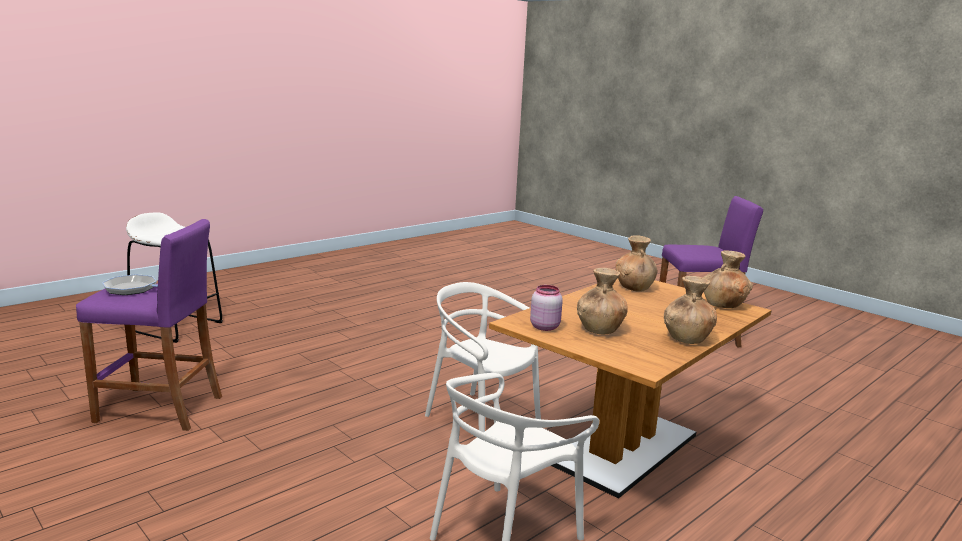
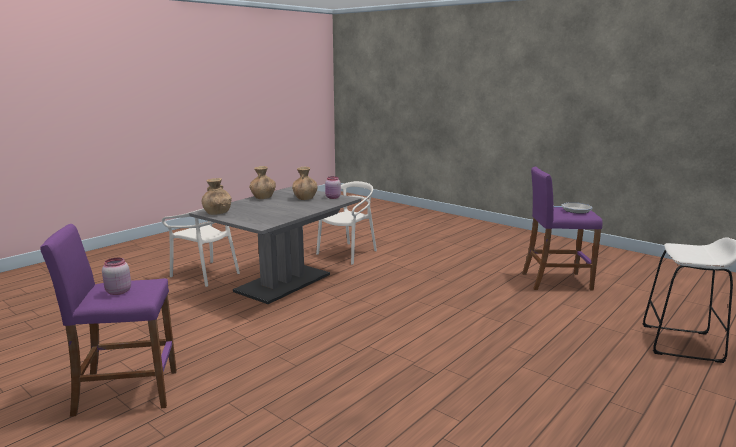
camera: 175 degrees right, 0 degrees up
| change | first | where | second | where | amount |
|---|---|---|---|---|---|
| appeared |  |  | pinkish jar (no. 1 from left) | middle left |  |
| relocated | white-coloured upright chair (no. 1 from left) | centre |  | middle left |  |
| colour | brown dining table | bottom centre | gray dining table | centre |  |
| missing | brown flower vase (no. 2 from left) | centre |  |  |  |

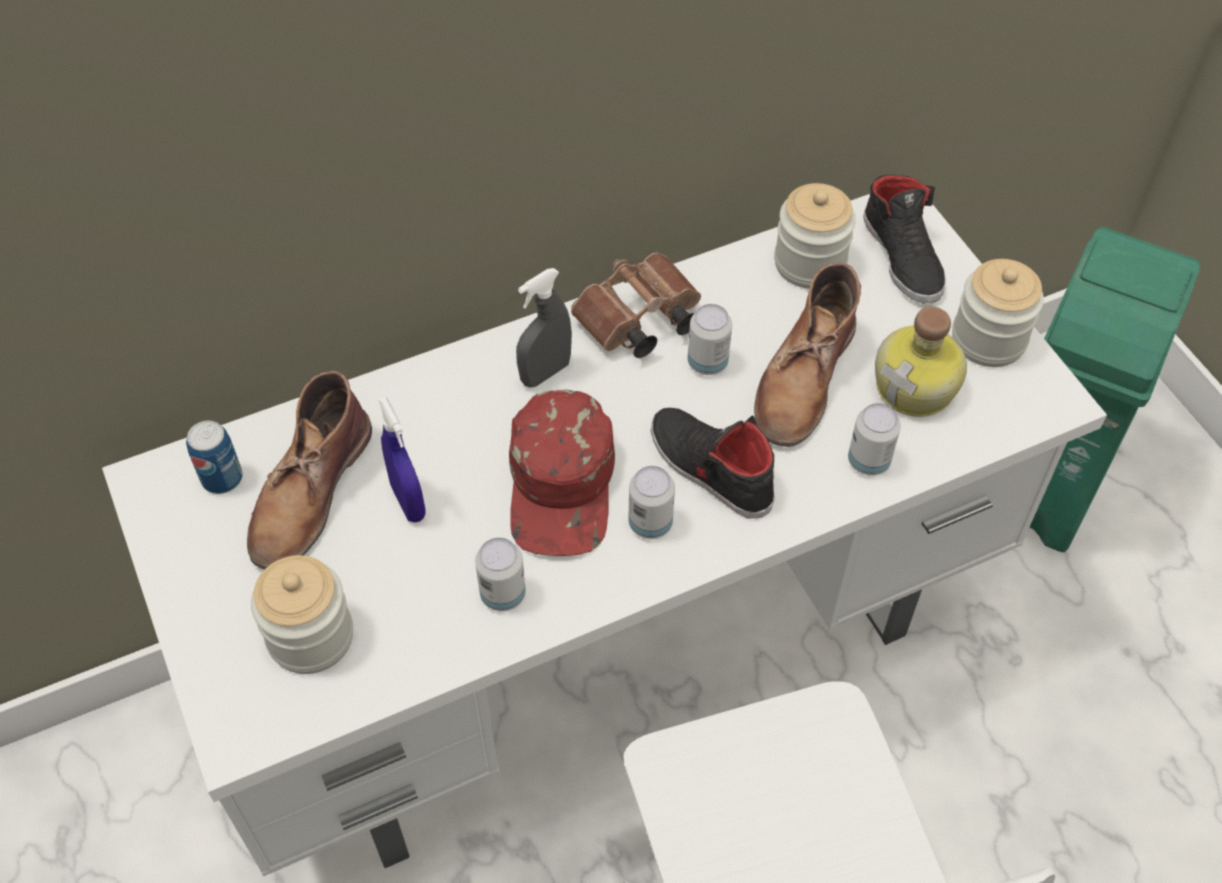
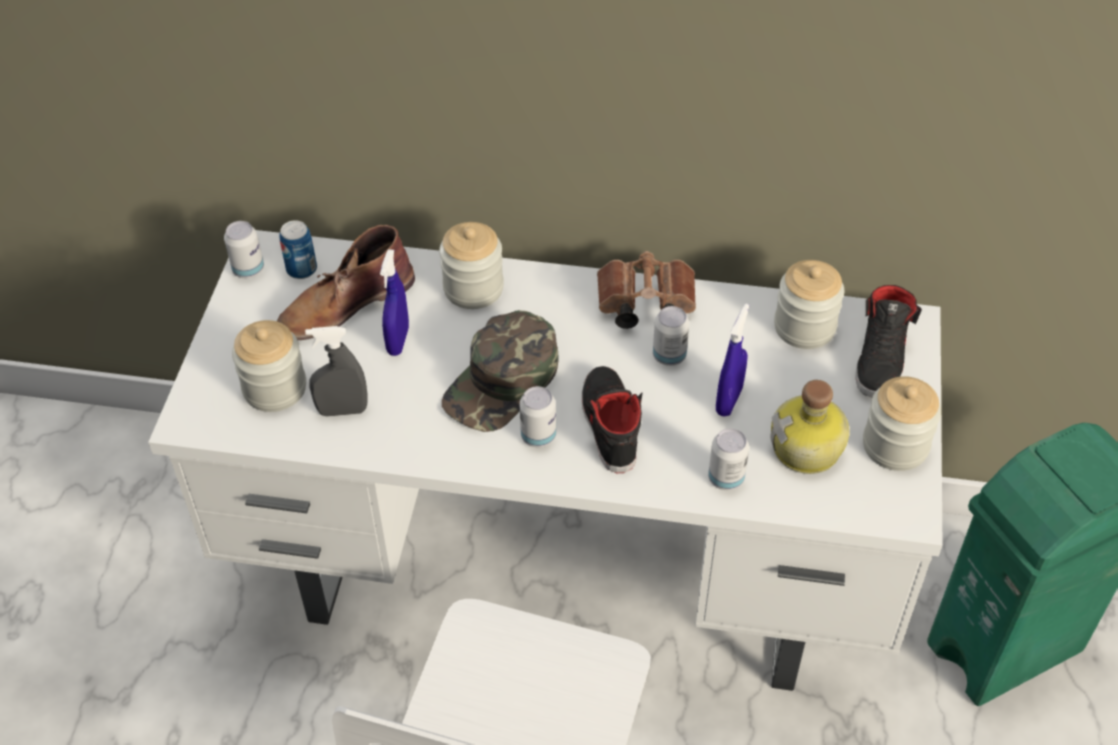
camera: 35 degrees right, 5 degrees down
| change | first | where | second | where | amount |
|---|---|---|---|---|---|
| relocated | metal can (no. 2 from left in the first image) | centre | metal can (no. 1 from left) | middle left |  |
| relocated | gray hand sprayer | centre |  | middle left |  |
| appeared |  |  | jar (no. 2 from left) | centre |  |
| colour | red peaked cap | centre | greenish peaked cap | centre |  |
| exchanged | brown high-top boot (no. 2 from left) | centre | bluish hand sprayer (no. 2 from left) | centre |  |

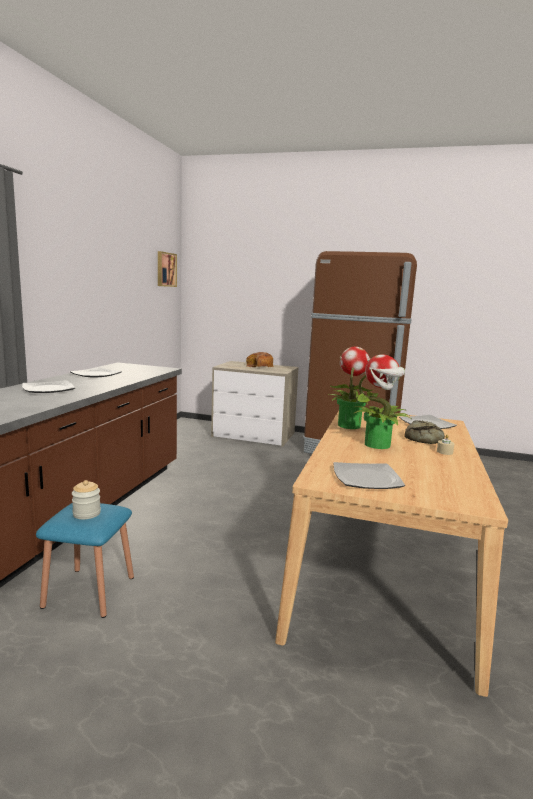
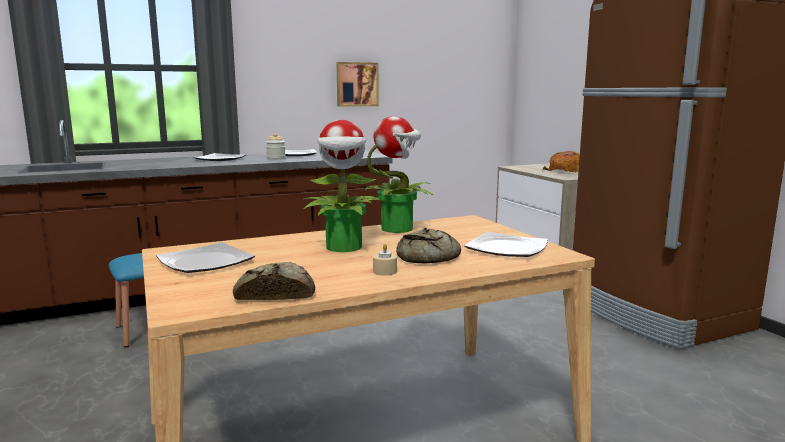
camera: 50 degrees right, 0 degrees up
| change | first | where | second | where | amount |
|---|---|---|---|---|---|
| appeared |  |  | bread (no. 1 from left) | centre |  |
| relocated | jar | middle left |  | top centre |  |
| relocated | wall picture | middle left |  | top centre |  |

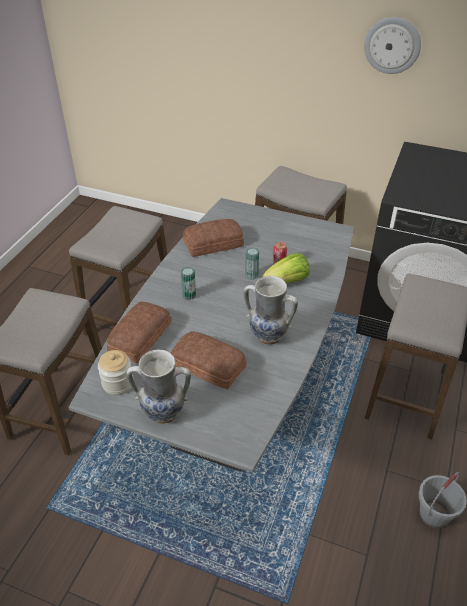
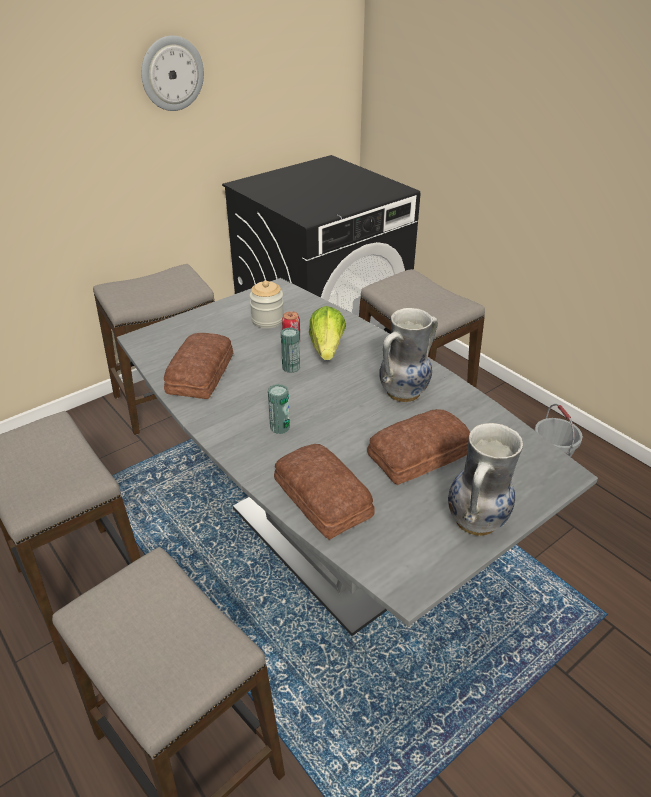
camera: 60 degrees left, 5 degrees down
| change | first | where | second | where | amount |
|---|---|---|---|---|---|
| relocated | jar | middle left |  | centre |  |

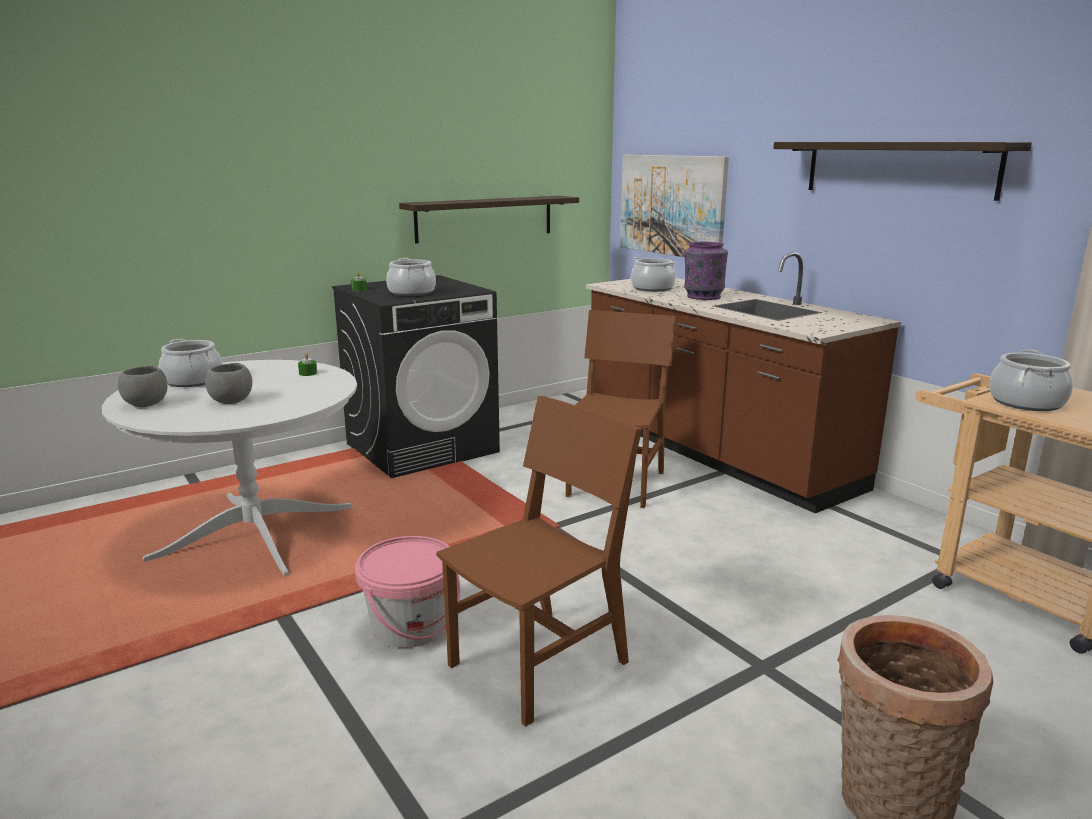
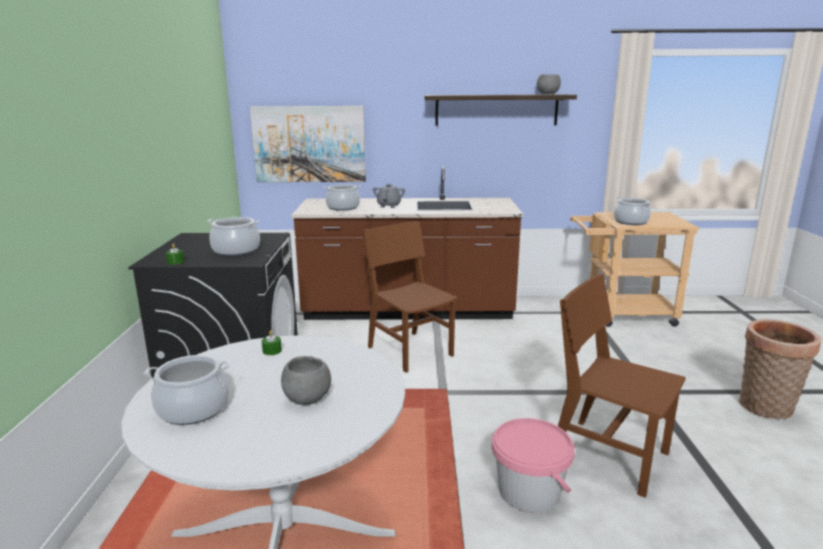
camera: 55 degrees left, 0 degrees up
| change | first | where | second | where | amount |
|---|---|---|---|---|---|
| exchanged | purplish flower vase | top centre | gray tea pot | centre |  |
| relocated | gray bowl (no. 1 from left in the first image) | middle left | gray bowl (no. 2 from left) | top right |  |
| spun | brown upright chair (no. 1 from left in the first image) | bottom centre | brown upright chair (no. 2 from left) | bottom right | 45 degrees counterclockwise |
| missing | bracket shelf (no. 1 from left) | top centre |  |  |  |

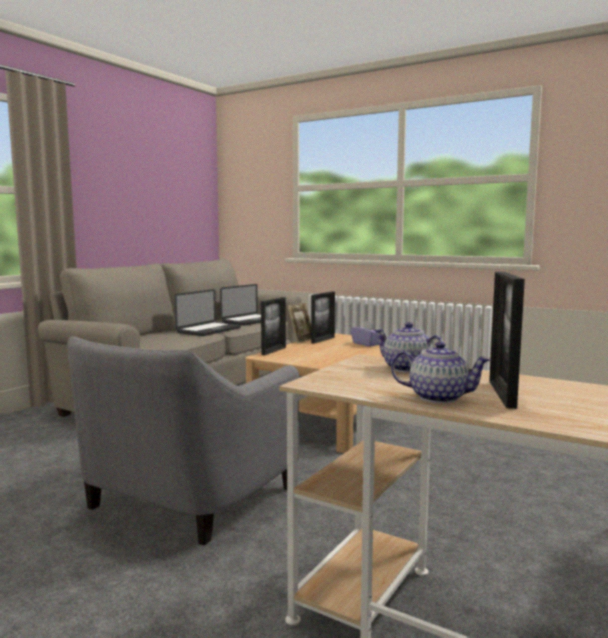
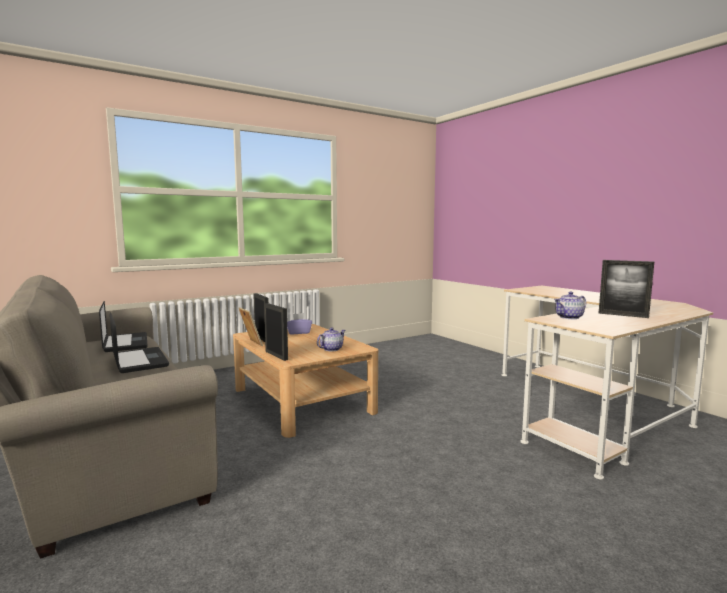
camera: 65 degrees left, 0 degrees up
| change | first | where | second | where | amount |
|---|---|---|---|---|---|
| relocated | tea pot (no. 2 from left in the first image) | middle right | tea pot (no. 1 from left) | centre |  |
| missing | gray lounge chair | bottom left |  |  |  |

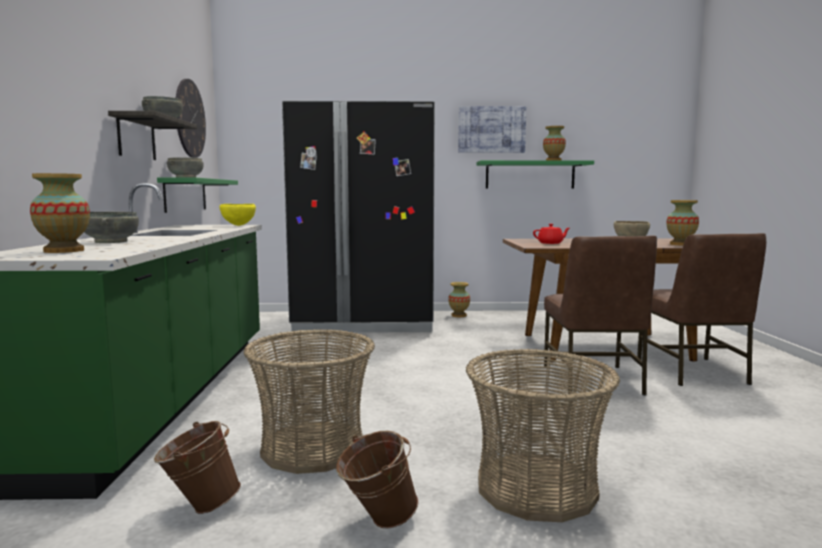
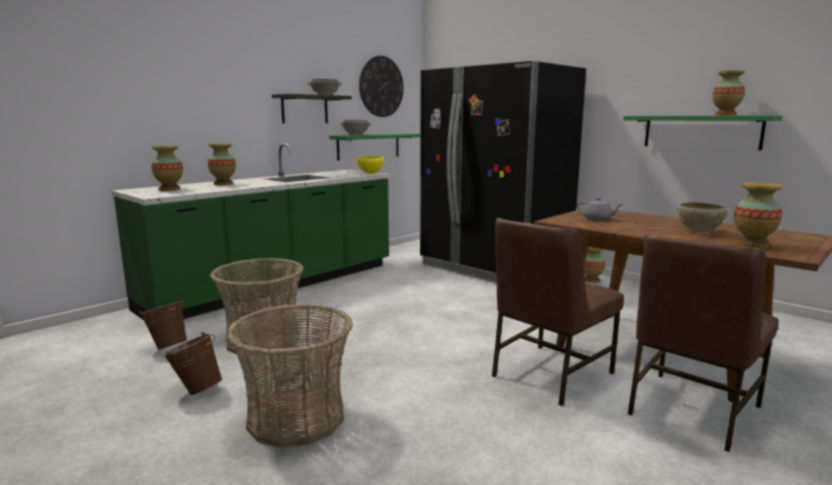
camera: 45 degrees right, 5 degrees up
| change | first | where | second | where | amount |
|---|---|---|---|---|---|
| exchanged | gray bowl (no. 1 from left) | middle left | flower vase (no. 2 from left) | middle left |  |
| colour | red tea pot | middle right | gray tea pot | middle right |  |
| missing | wall picture | top centre |  |  |  |

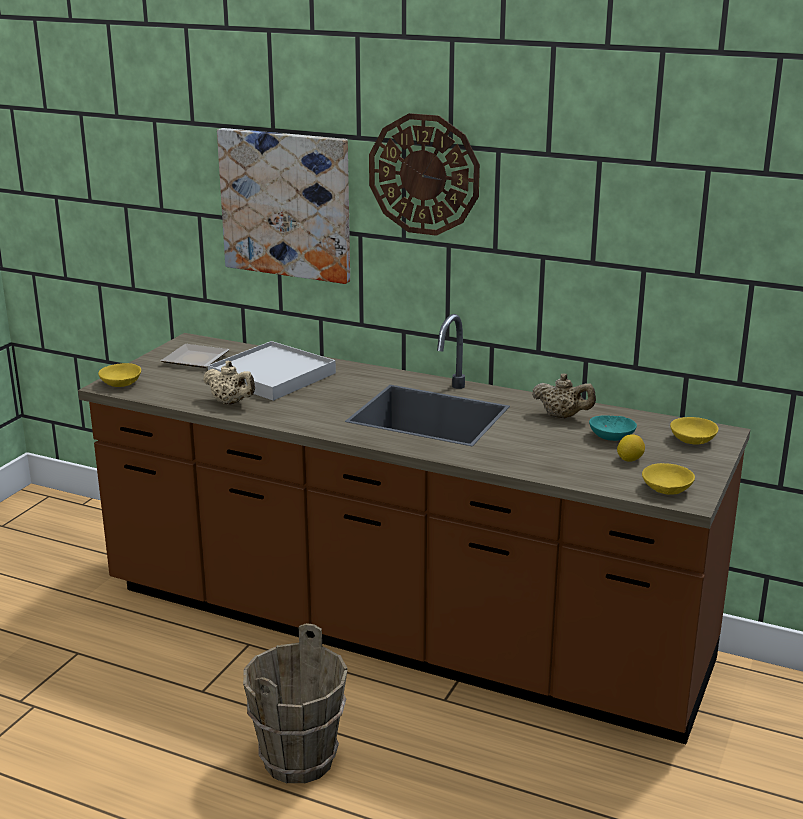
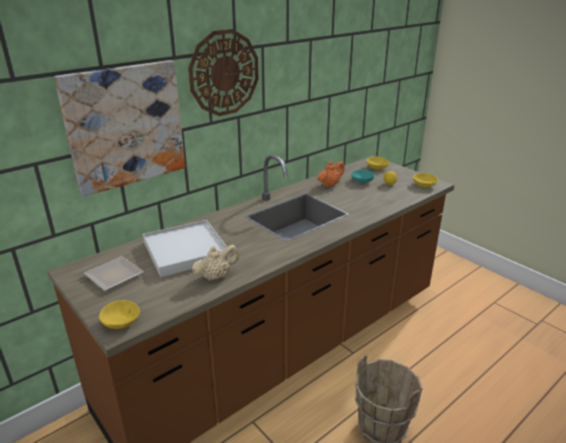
camera: 65 degrees left, 5 degrees up
| change | first | where | second | where | amount |
|---|---|---|---|---|---|
| colour | beige tea pot (no. 2 from left) | middle right | orangey tea pot | centre |  |

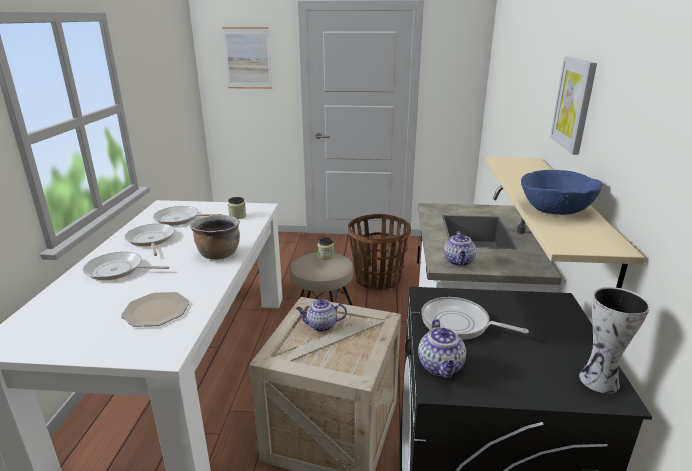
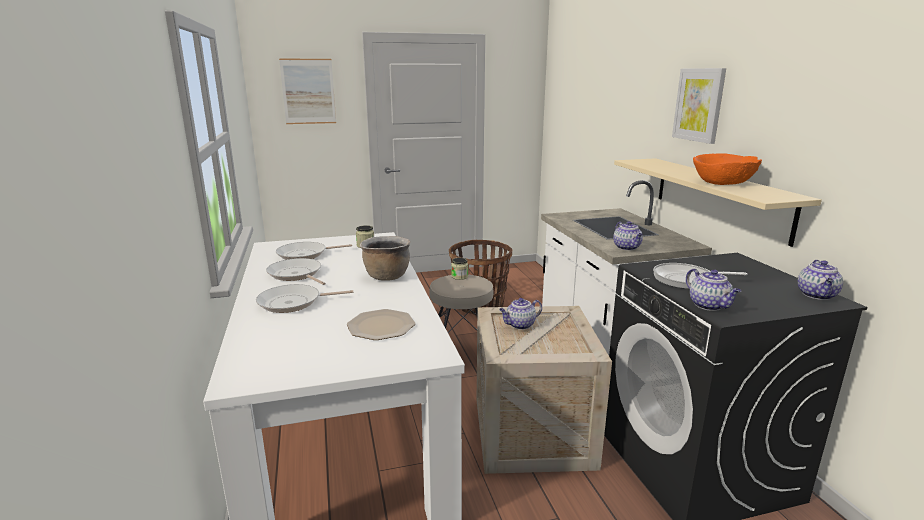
camera: 20 degrees left, 5 degrees down
| change | first | where | second | where | amount |
|---|---|---|---|---|---|
| colour | bluish bowl | middle right | orangey bowl | top right |  |
| exchanged | flower vase | bottom right | tea pot (no. 4 from left) | middle right |  |

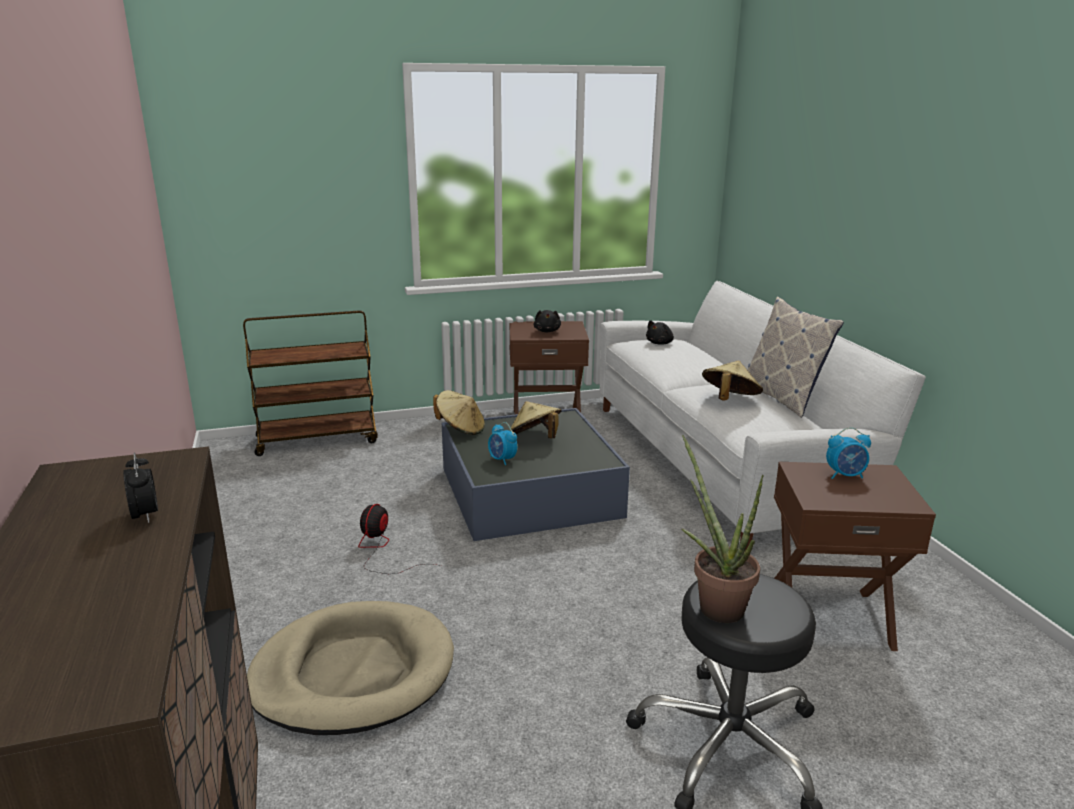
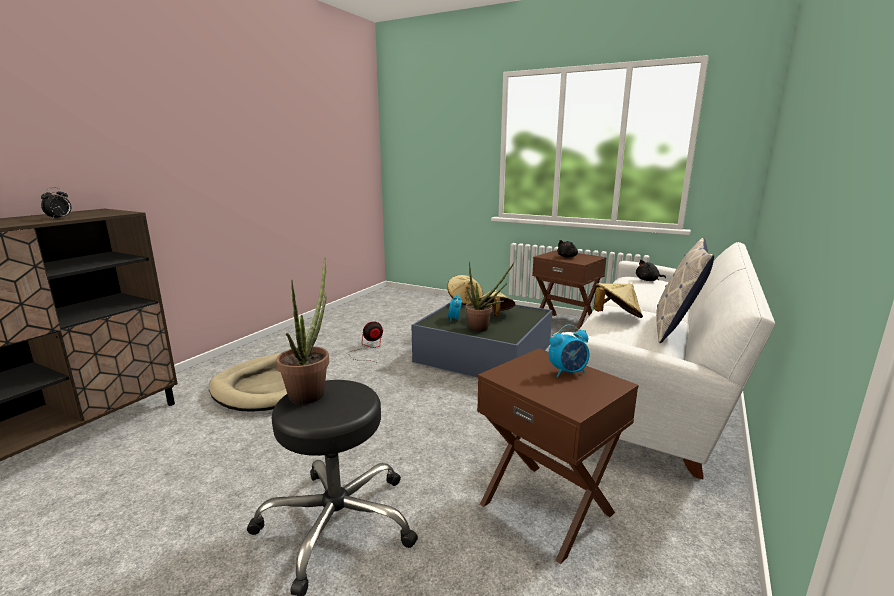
camera: 45 degrees right, 5 degrees down
| change | first | where | second | where | amount |
|---|---|---|---|---|---|
| appeared |  |  | potted plant (no. 2 from left) | centre |  |
| spun | bedside clock (no. 3 from left) | middle right |  | centre | 60 degrees counterclockwise |
| missing | brown cart | middle left |  |  |  |

